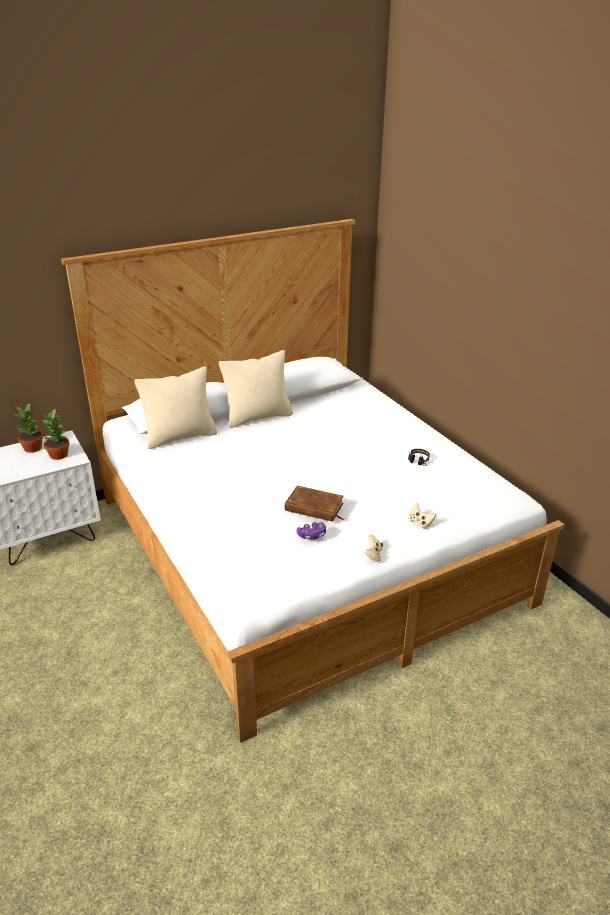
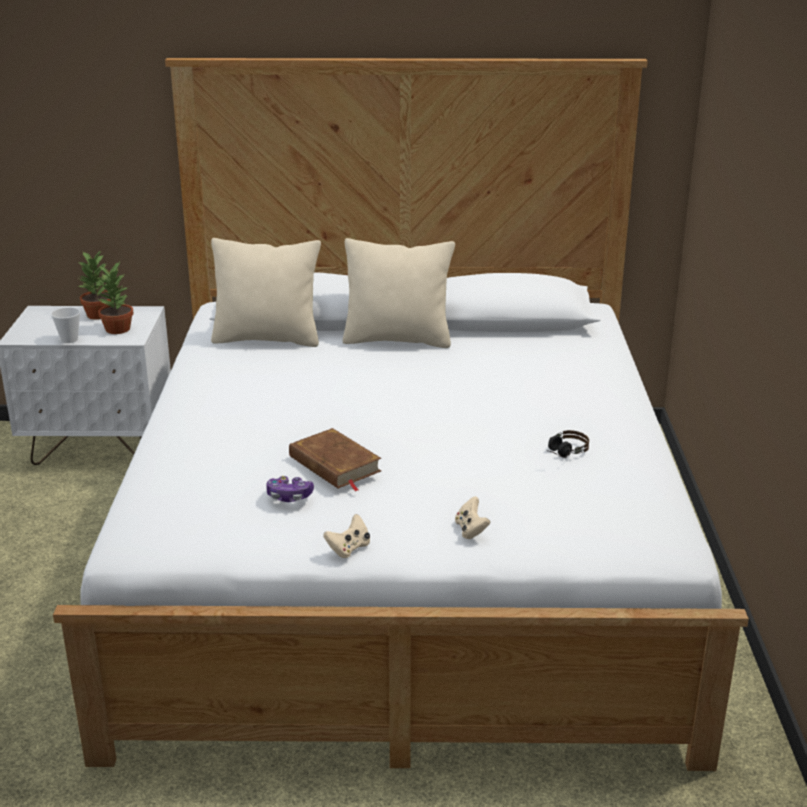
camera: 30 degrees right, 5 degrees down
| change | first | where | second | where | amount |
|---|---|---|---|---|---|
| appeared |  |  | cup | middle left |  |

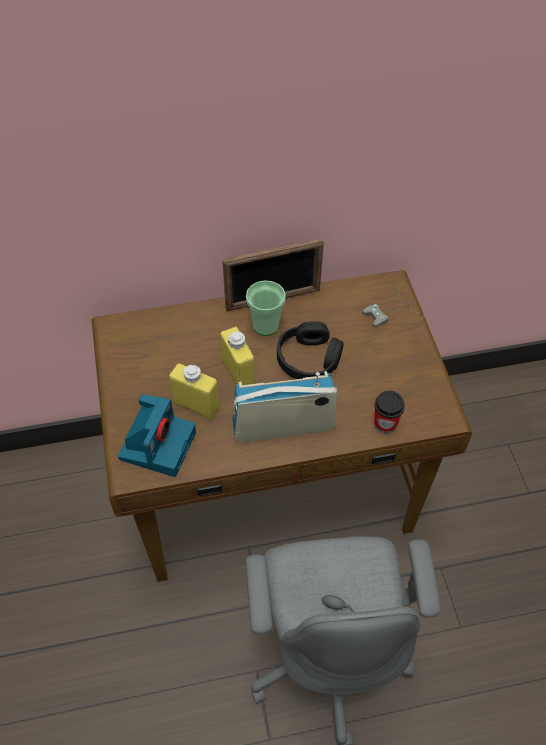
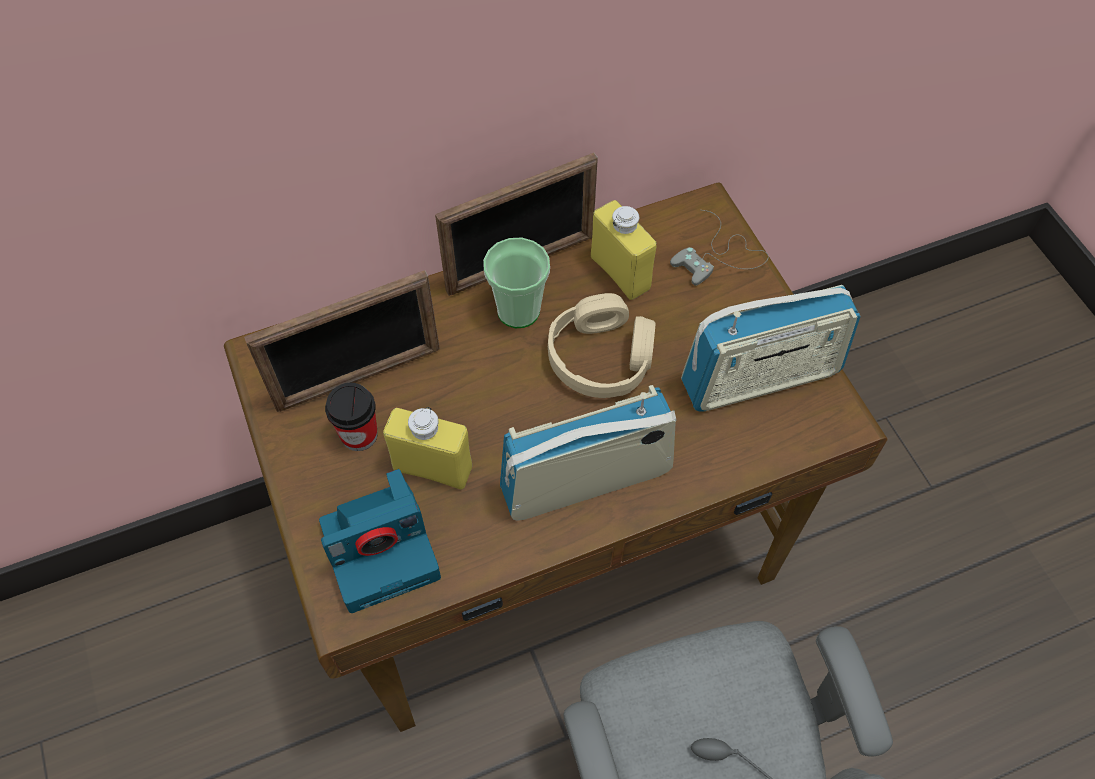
camera: 10 degrees left, 5 degrees up
| change | first | where | second | where | amount |
|---|---|---|---|---|---|
| appeared |  |  | photo frame (no. 1 from left) | middle left |  |
| spun | still camera | middle left |  | bottom centre | 60 degrees clockwise |
| relocated | cup (no. 2 from left in the first image) | middle right | cup (no. 1 from left) | middle left |  |
| colour | black headphones | centre | beige headphones | centre |  |
| relocated | yellowish bottle (no. 2 from left) | centre |  | top centre |  |
| appeared |  |  | radio (no. 2 from left) | middle right |  |

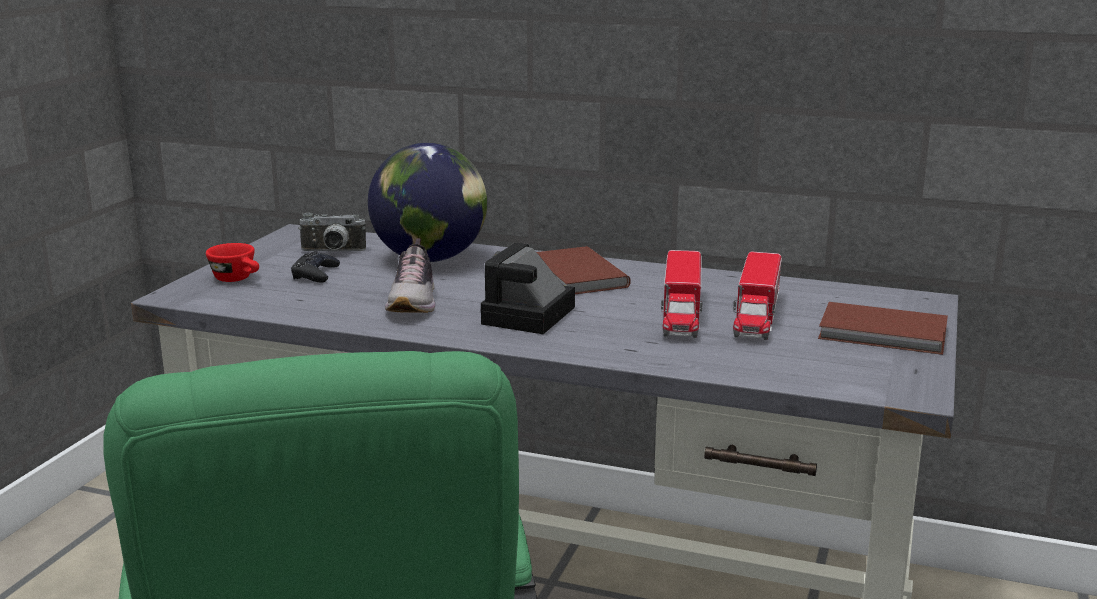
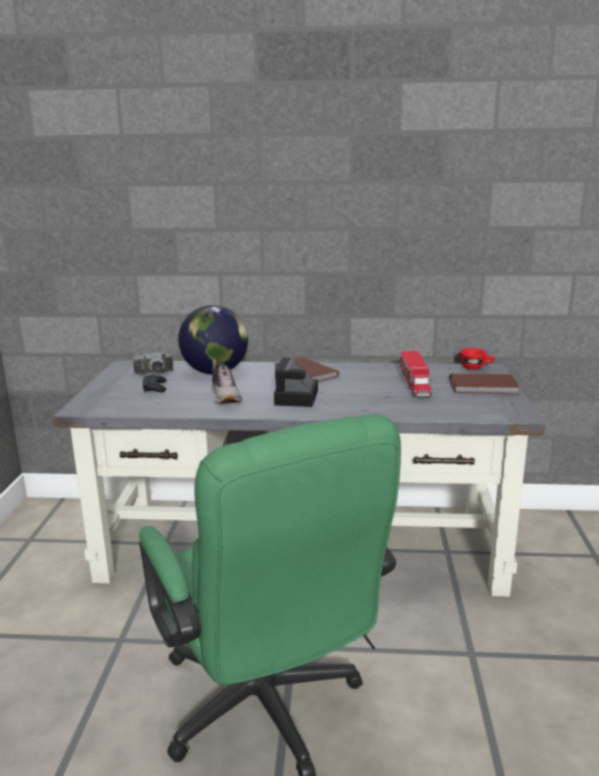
camera: 15 degrees left, 0 degrees up
| change | first | where | second | where | amount |
|---|---|---|---|---|---|
| relocated | red cup | middle left |  | middle right |  |
| missing | model truck (no. 1 from left) | centre |  |  |  |

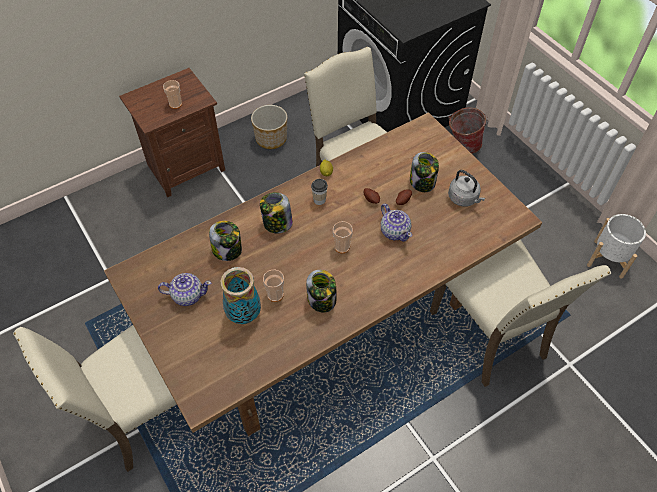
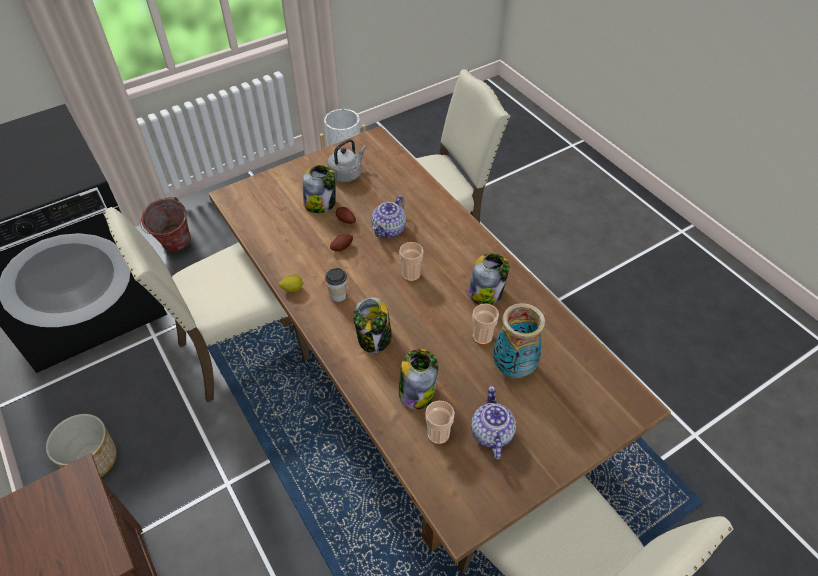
camera: 90 degrees left, 5 degrees down
| change | first | where | second | where | amount |
|---|---|---|---|---|---|
| spun | tea pot (no. 2 from left in the first image) | centre | tea pot (no. 1 from left) | centre | 150 degrees clockwise |
| relocated | cup (no. 1 from left in the first image) | top left | cup (no. 3 from left) | bottom centre |  |

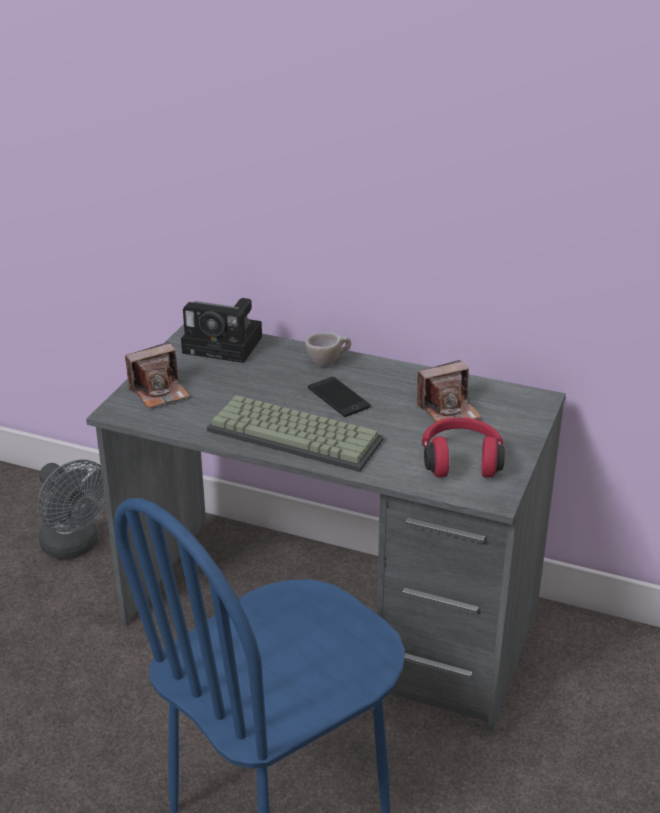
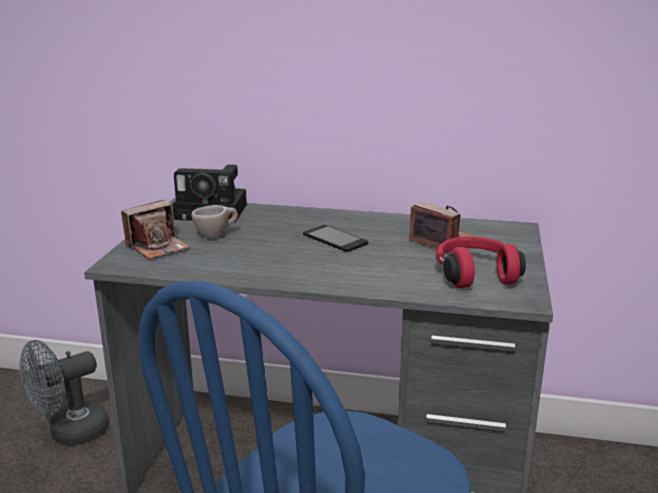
camera: 10 degrees left, 10 degrees down
| change | first | where | second | where | amount |
|---|---|---|---|---|---|
| spun | gray cooling fan | middle left |  | bottom left | 105 degrees clockwise |
| relocated | beige cup | centre |  | middle left |  |
| spun | still camera (no. 3 from left) | middle right |  | middle right | 105 degrees counterclockwise |
| missing | keyboard | centre |  |  |  |

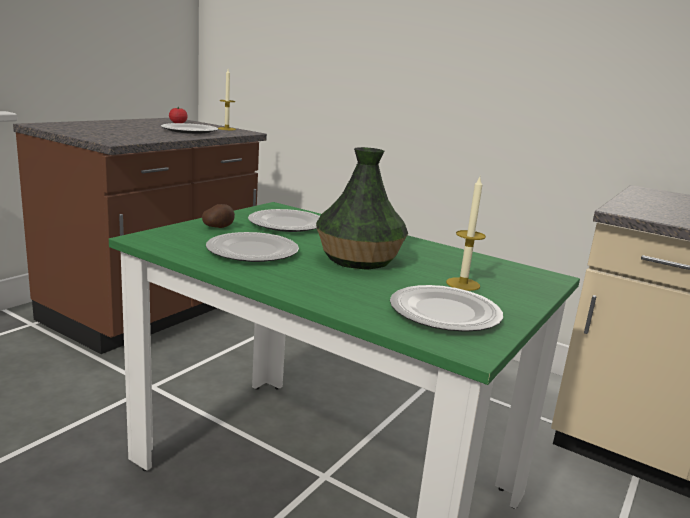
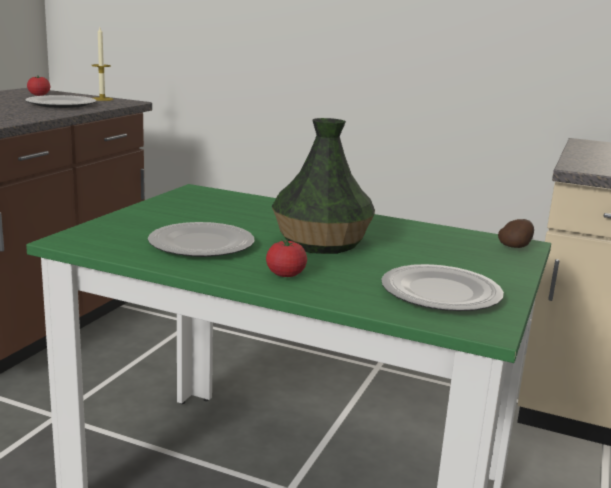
camera: 10 degrees left, 0 degrees up
| change | first | where | second | where | amount |
|---|---|---|---|---|---|
| appeared |  |  | tomato (no. 2 from left) | centre |  |
| relocated | whole potato | middle left |  | middle right |  |
| missing | plate (no. 3 from left) | centre |  |  |  |
| missing | wax light (no. 2 from left) | middle right |  |  |  |

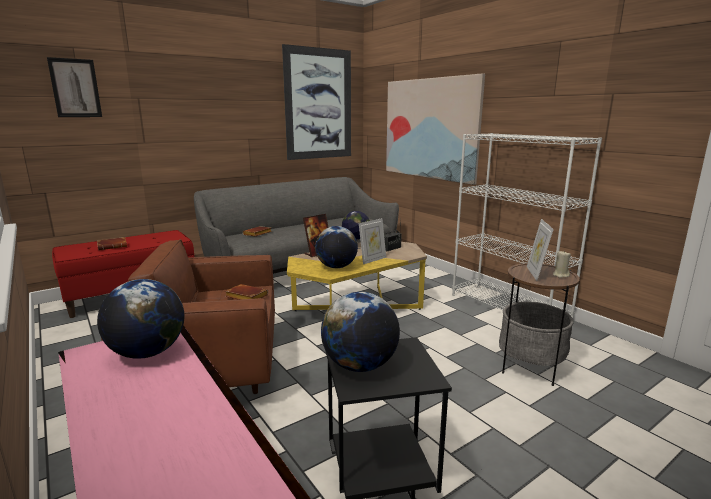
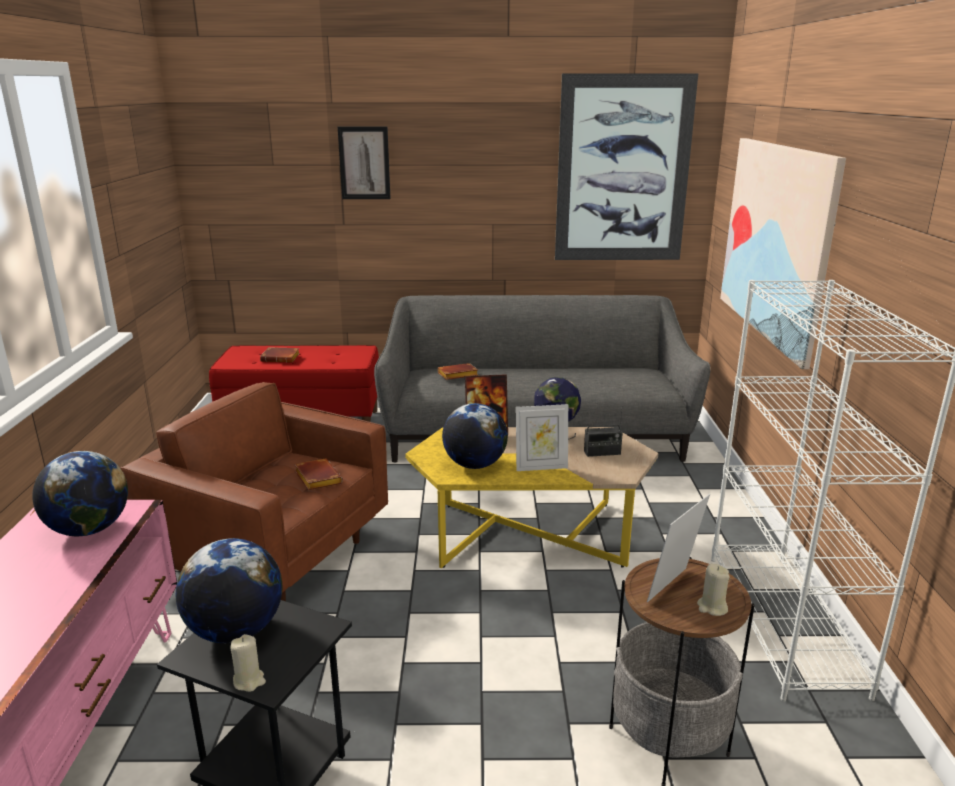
camera: 35 degrees right, 5 degrees up
| change | first | where | second | where | amount |
|---|---|---|---|---|---|
| appeared |  |  | beige wax light (no. 1 from left) | bottom left |  |
| relocated | wall picture (no. 1 from left) | top left |  | top centre |  |

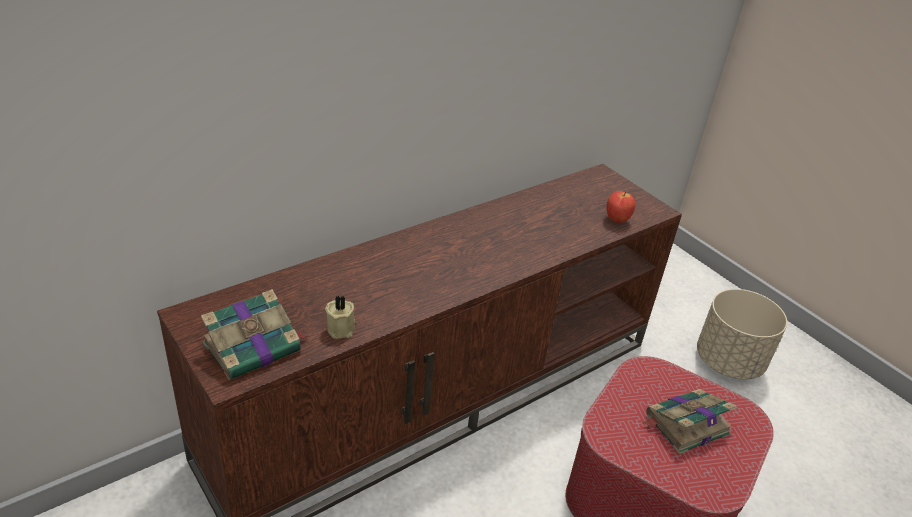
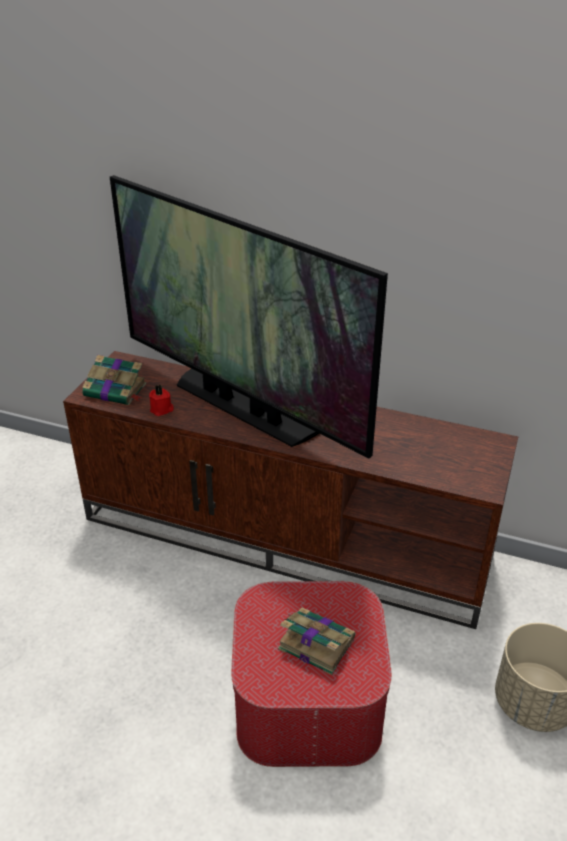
camera: 60 degrees right, 0 degrees up
| change | first | where | second | where | amount |
|---|---|---|---|---|---|
| appeared |  |  | TV | centre |  |
| colour | beige wax light | centre | red wax light | middle left |  |
| missing | apple | middle right |  |  |  |

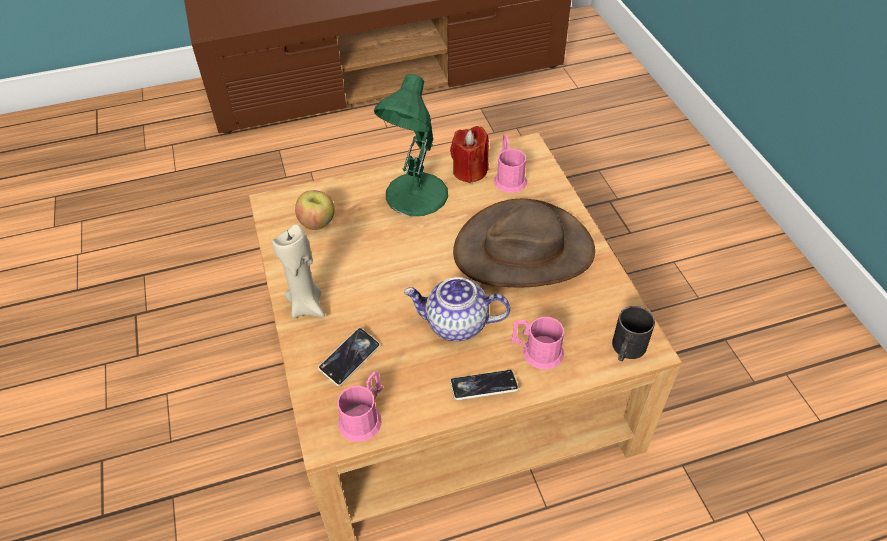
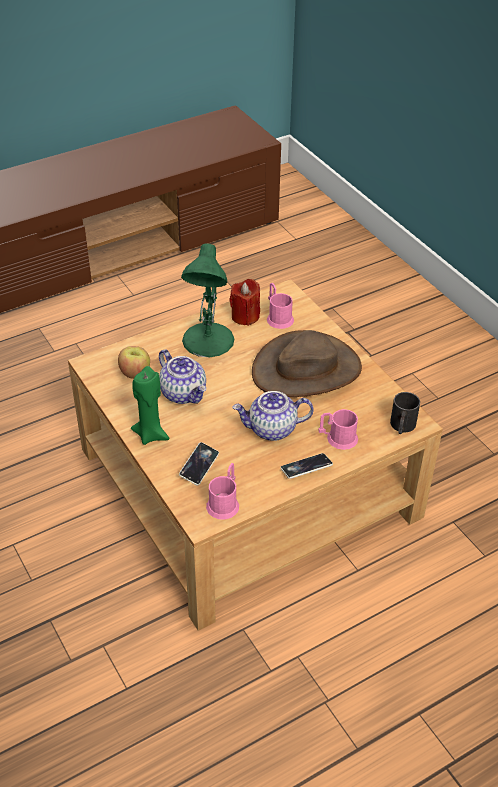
camera: 15 degrees left, 5 degrees down
| change | first | where | second | where | amount |
|---|---|---|---|---|---|
| colour | beige wax light | centre | greenish wax light | middle left |  |
| appeared |  |  | tea pot (no. 1 from left) | centre |  |

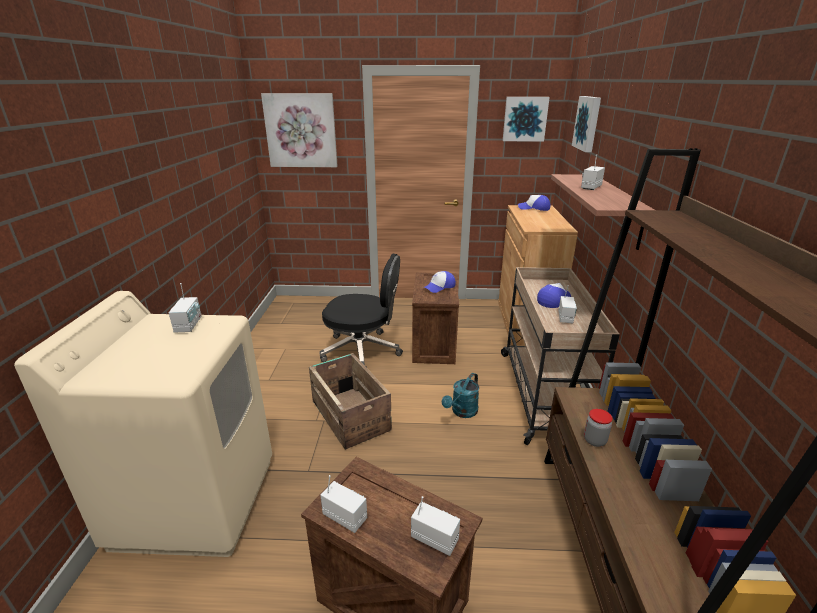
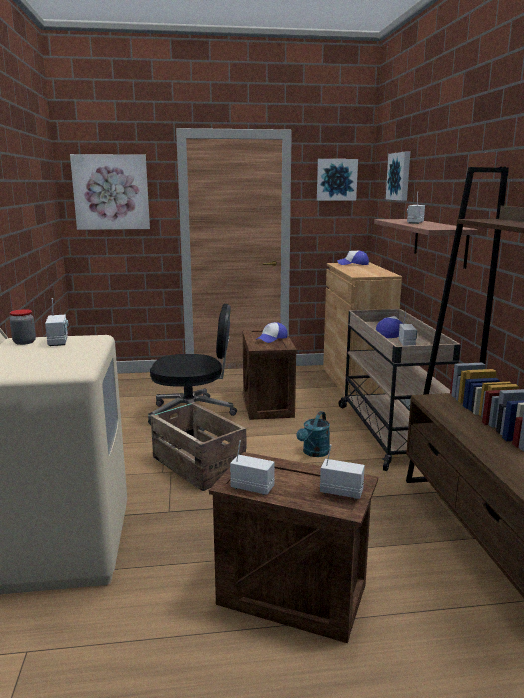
camera: 10 degrees left, 10 degrees down
| change | first | where | second | where | amount |
|---|---|---|---|---|---|
| relocated | jar | bottom right |  | middle left |  |

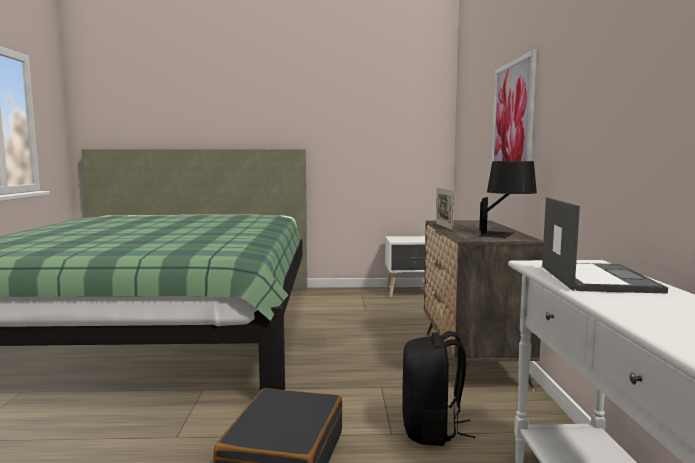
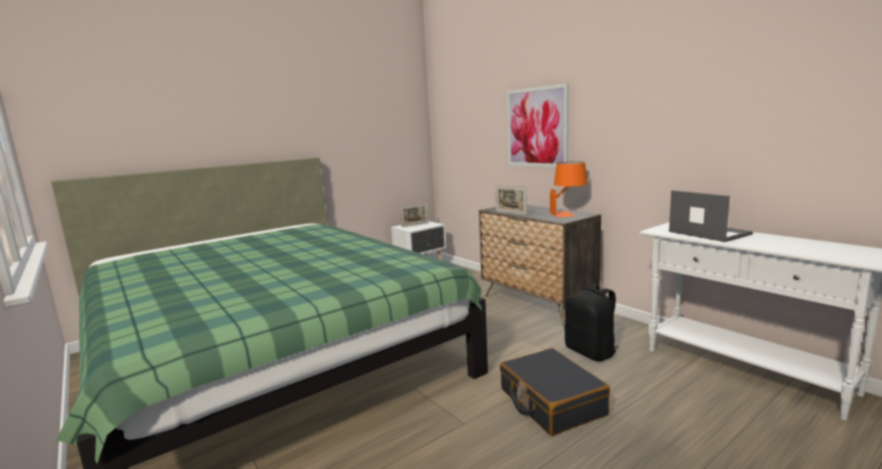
camera: 35 degrees left, 5 degrees up
| change | first | where | second | where | amount |
|---|---|---|---|---|---|
| appeared |  |  | photo frame (no. 1 from left) | centre |  |
| colour | black lamp for a table | middle right | orangey lamp for a table | centre |  |

